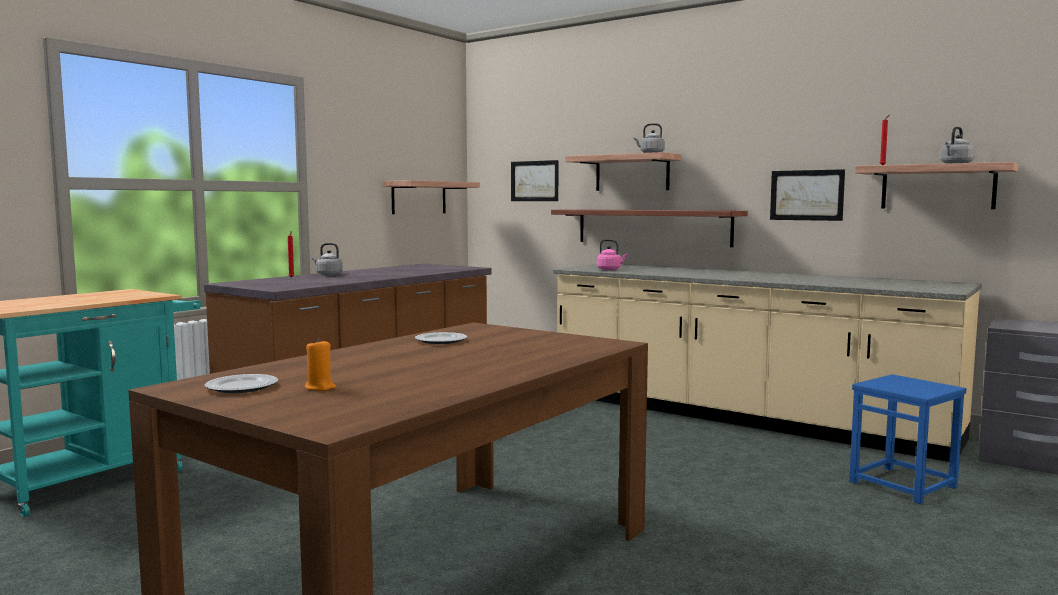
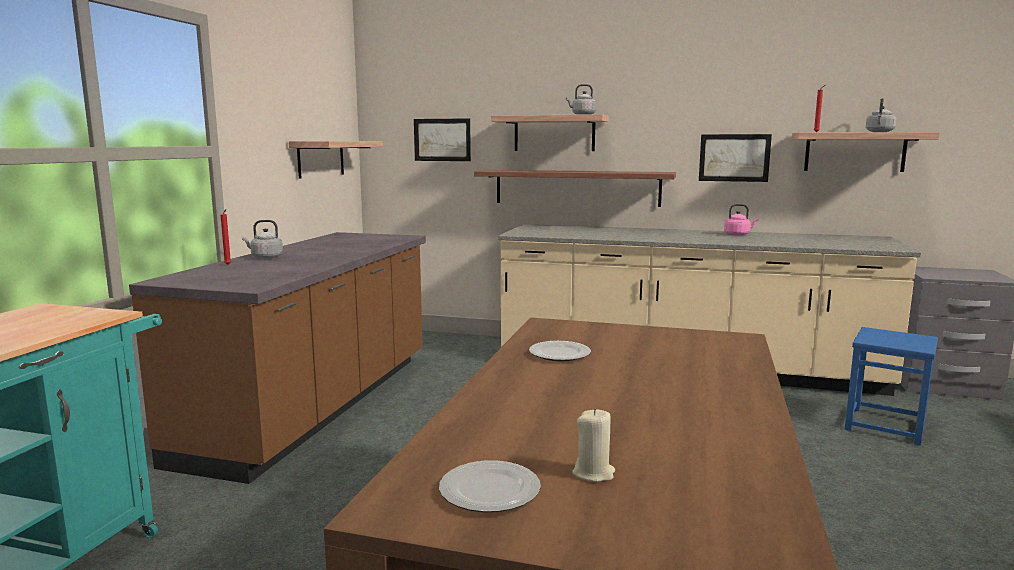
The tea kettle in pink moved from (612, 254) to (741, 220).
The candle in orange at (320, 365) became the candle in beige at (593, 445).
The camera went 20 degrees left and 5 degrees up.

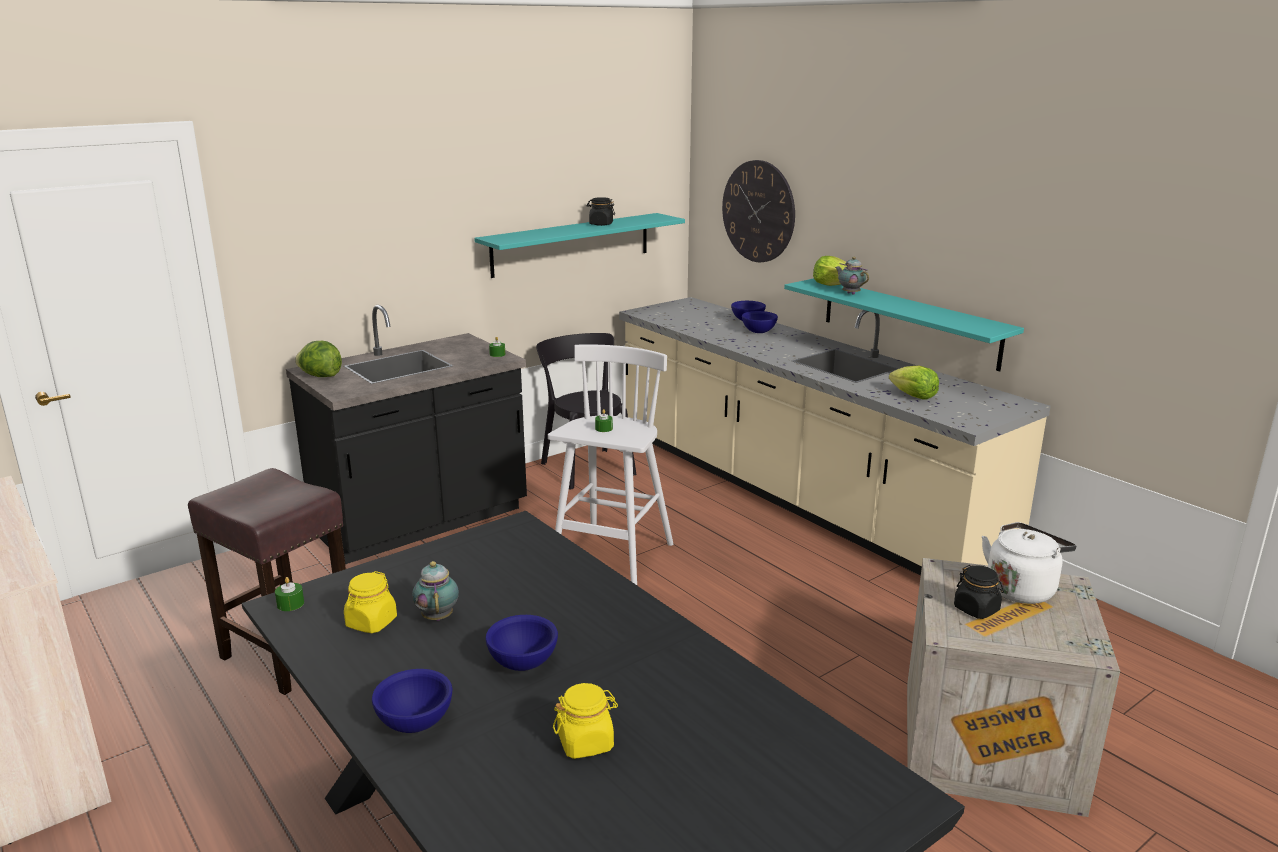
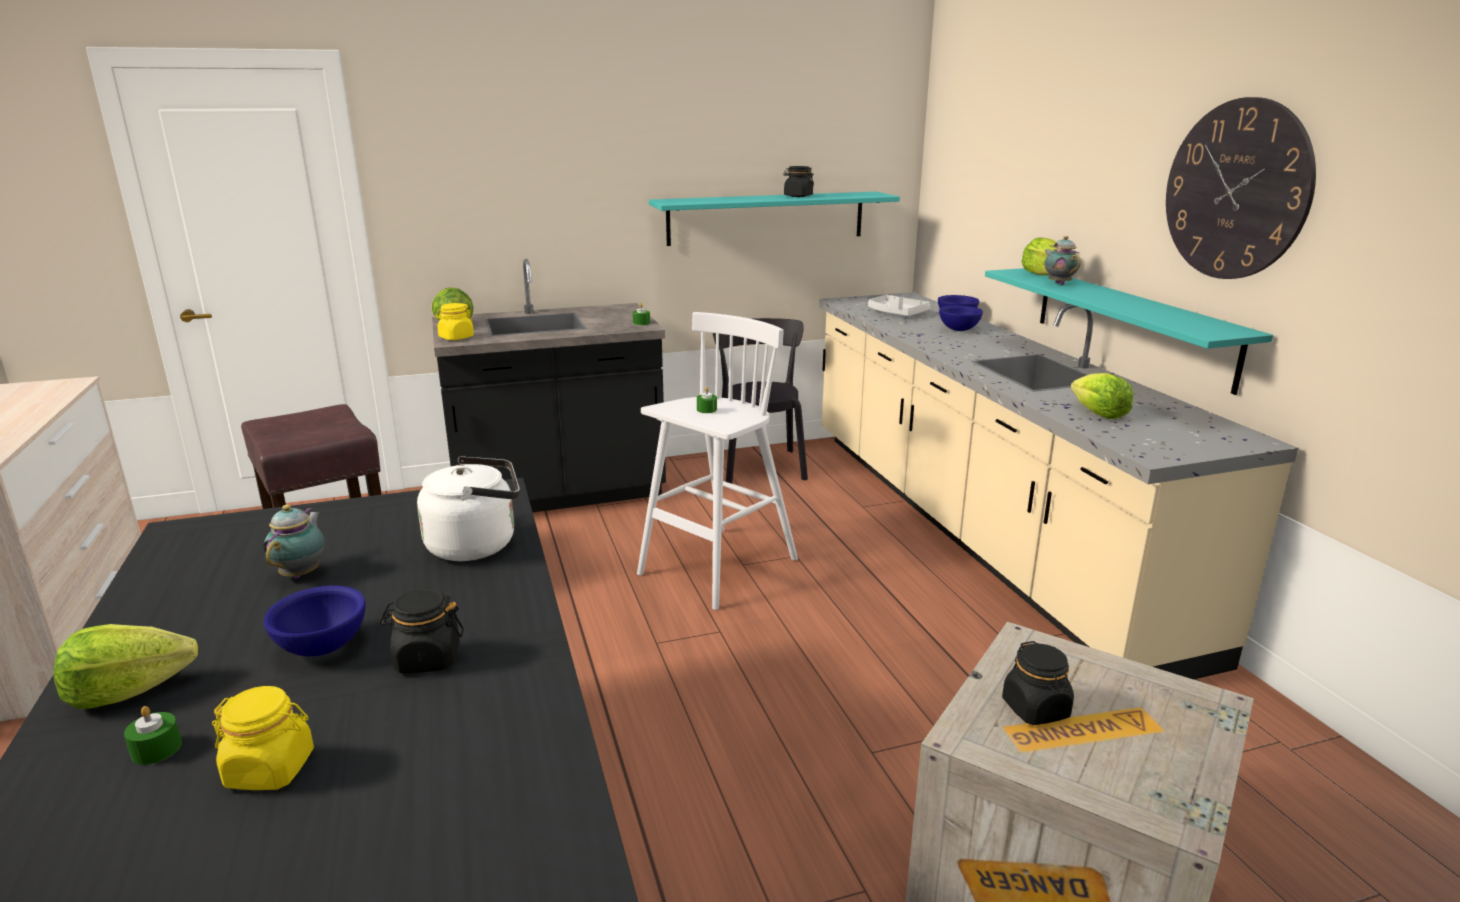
The preserve jar in black-coloured at (422, 630) appeared.
The tray in grey at (899, 305) appeared.
The candle in green-coloured moved from (289, 594) to (153, 735).
The preserve jar in yellow-coloured moved from (370, 602) to (454, 321).
The clock on the wall moved from (758, 211) to (1241, 188).
The tea kettle in whitish moved from (1029, 563) to (468, 508).
The deep dish in bluish at (412, 701) was replaced by the head of lettuce at (125, 666).
The camera went 20 degrees right and 0 degrees up.

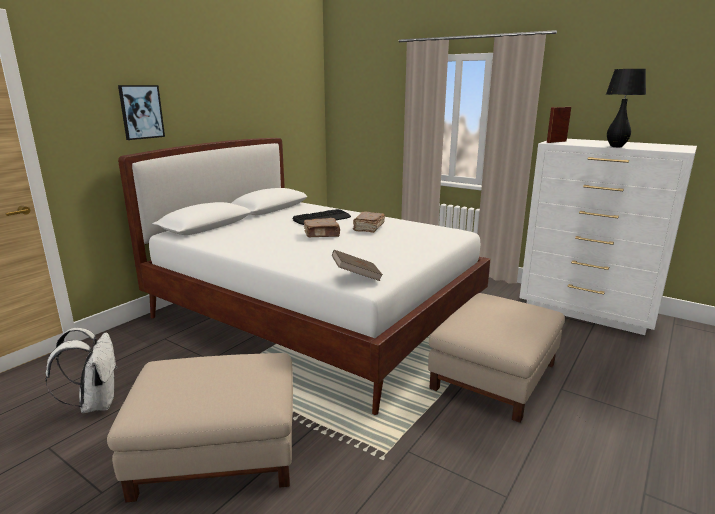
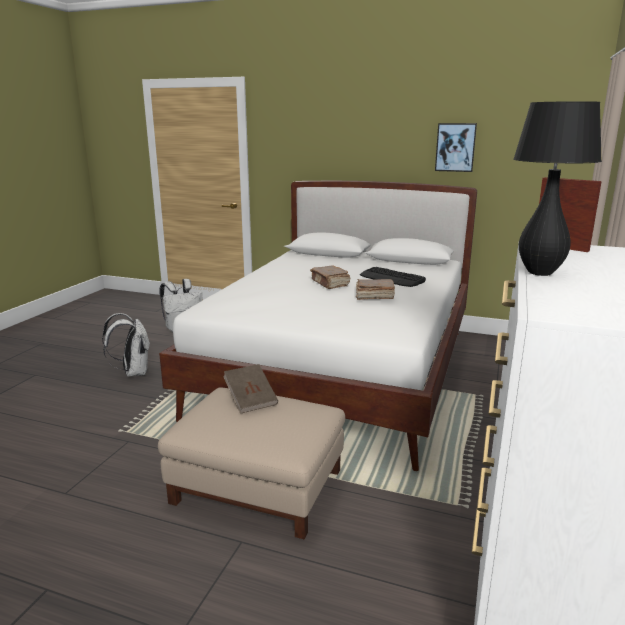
The wall picture moved from (141, 112) to (456, 147).
The book in brown moved from (357, 265) to (250, 389).
The footrest in beige at (200, 427) was replaced by the knapsack in whitish at (126, 345).
The camera went 75 degrees right and 0 degrees up.

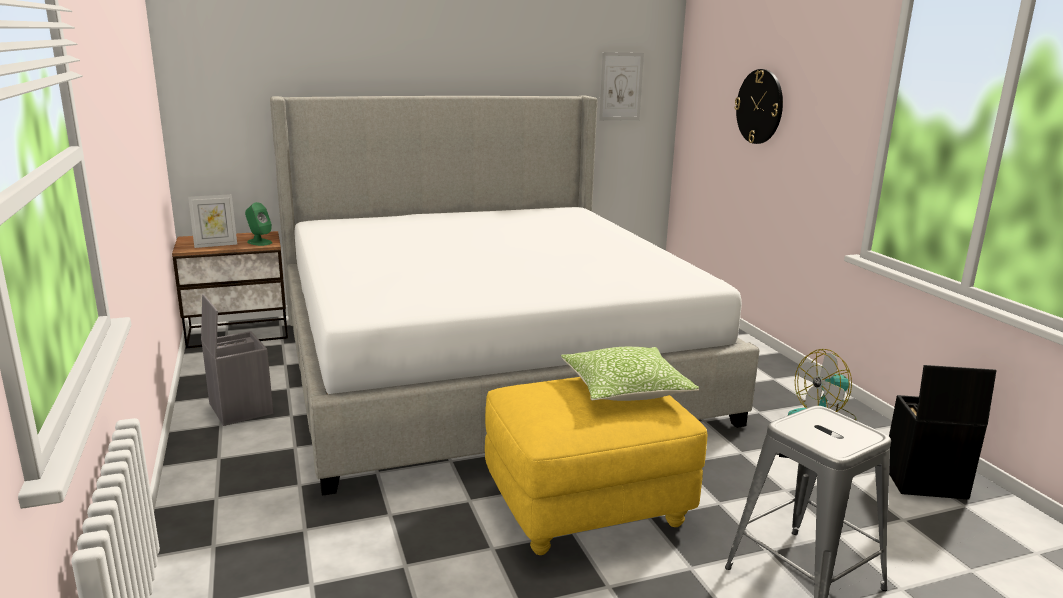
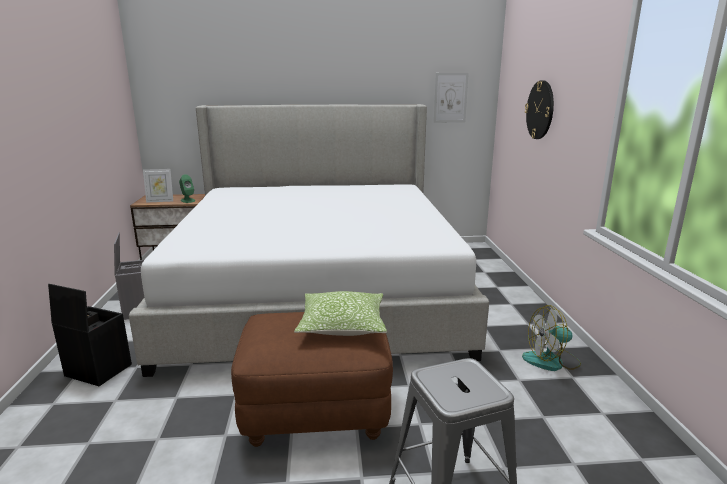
The storage bin in black-coloured moved from (943, 432) to (90, 335).
The footrest in yellow-coloured at (596, 466) became the footrest in brown at (312, 379).
The camera went 15 degrees right and 0 degrees up.

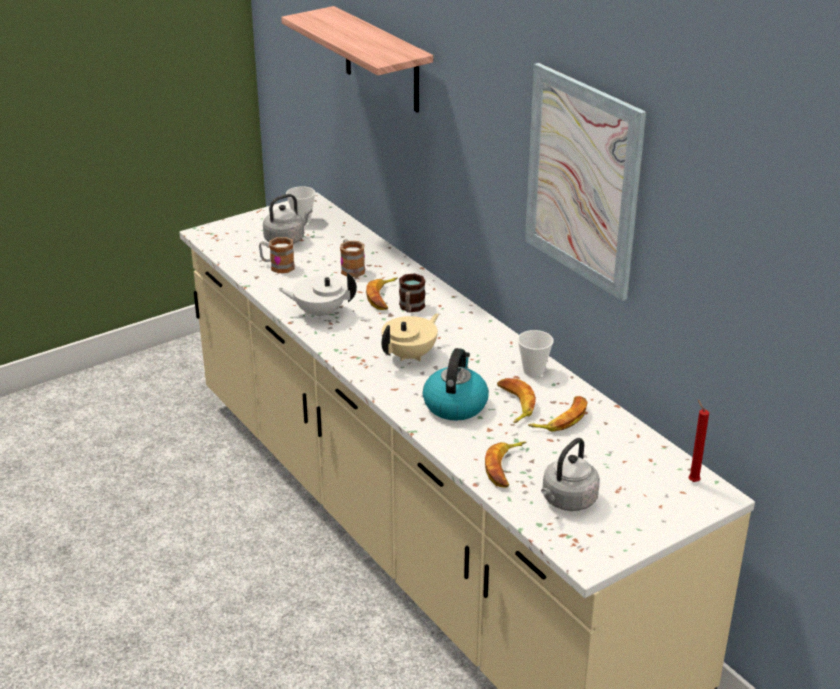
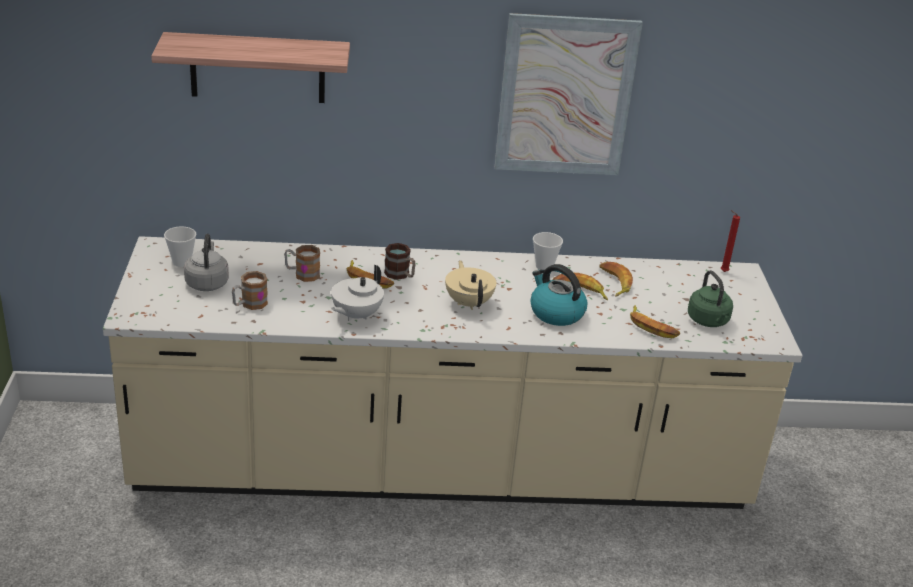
The tea kettle in grey at (570, 474) became the tea kettle in green-coloured at (710, 298).
The camera went 60 degrees left and 0 degrees up.

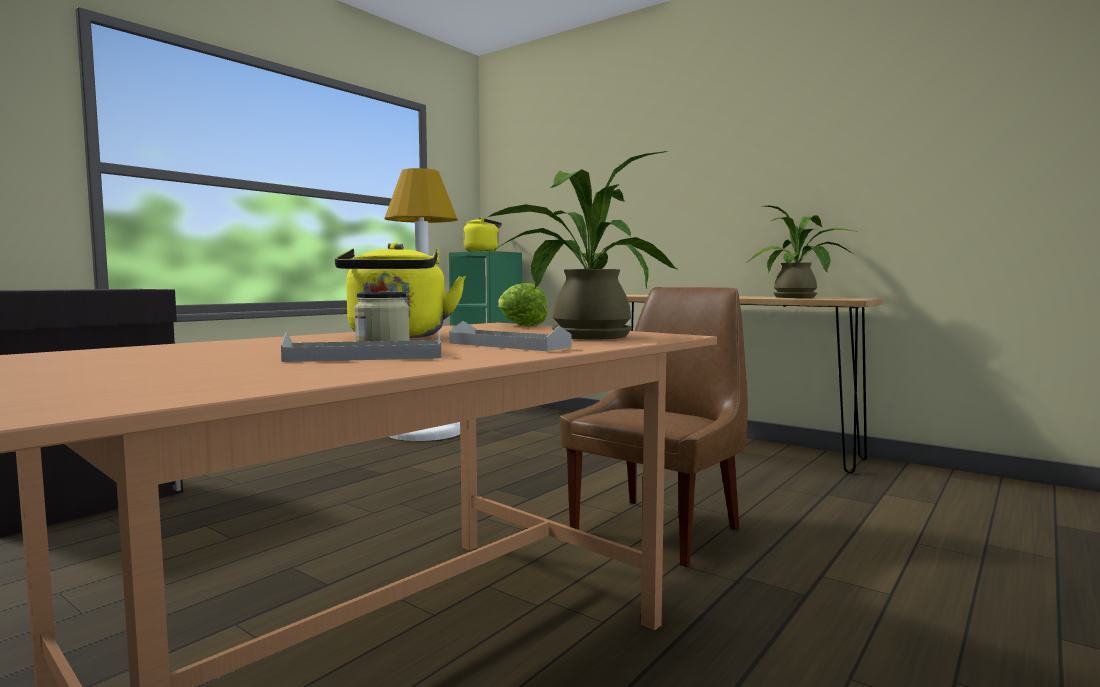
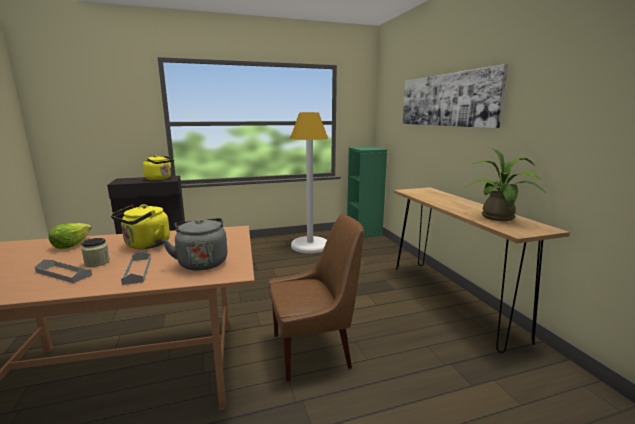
The wall picture at (455, 96) appeared.
The tea kettle in yellow-coloured moved from (482, 234) to (158, 167).
The head of lettuce moved from (523, 305) to (70, 236).
The potted plant at (583, 245) was replaced by the tea kettle in grey at (194, 244).
The camera went 35 degrees right and 10 degrees up.

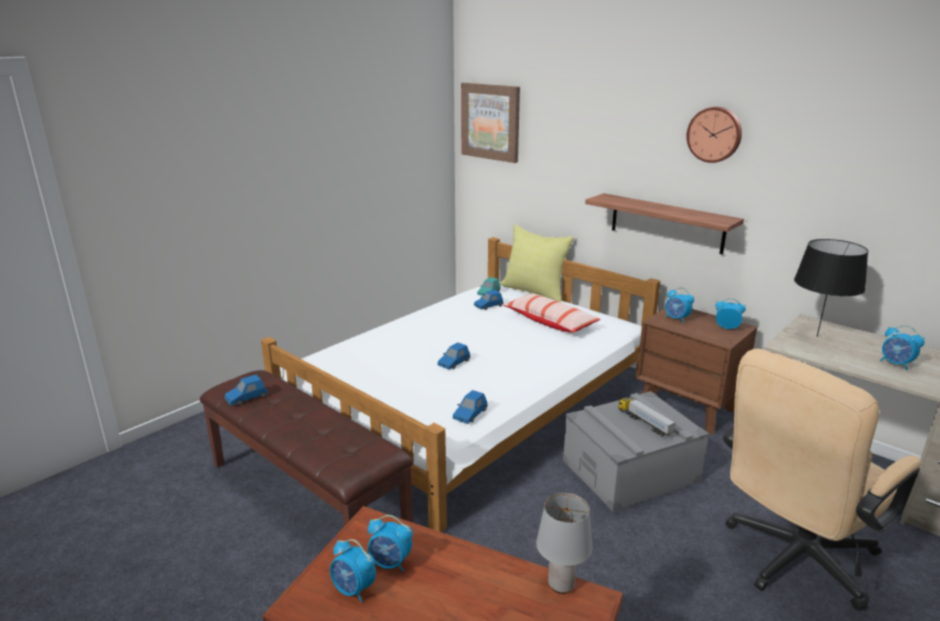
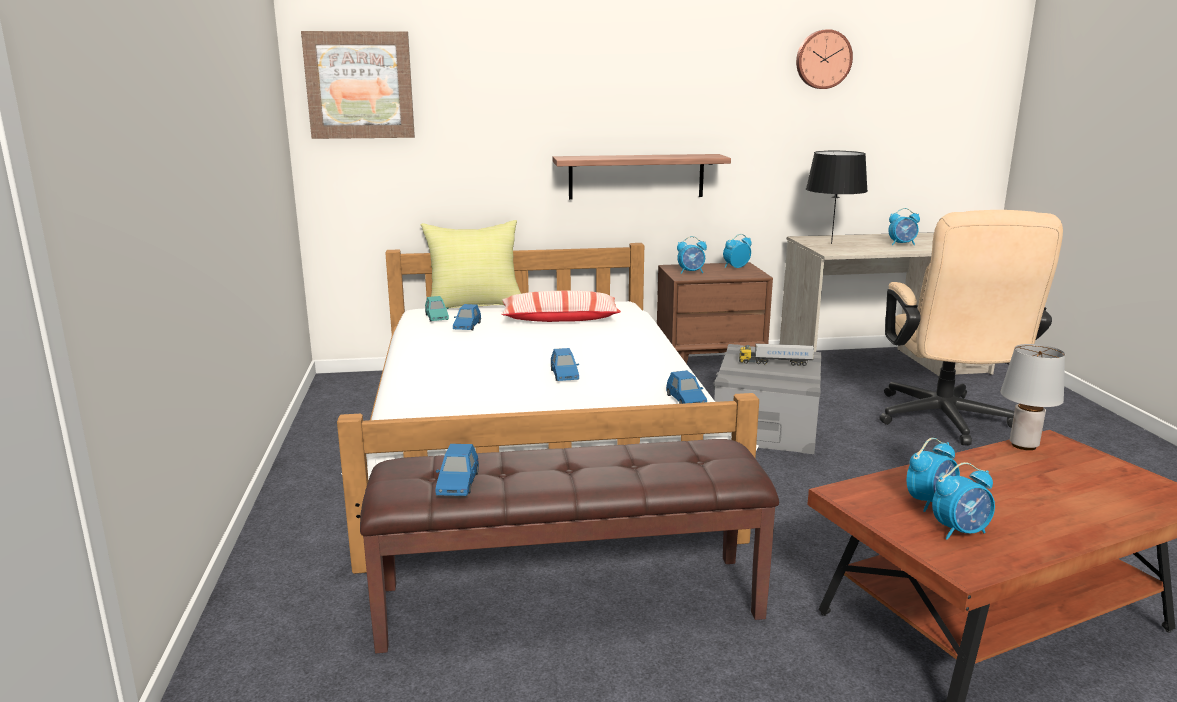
The clock on the wall moved from (714, 135) to (824, 59).
The camera went 50 degrees left and 5 degrees down.

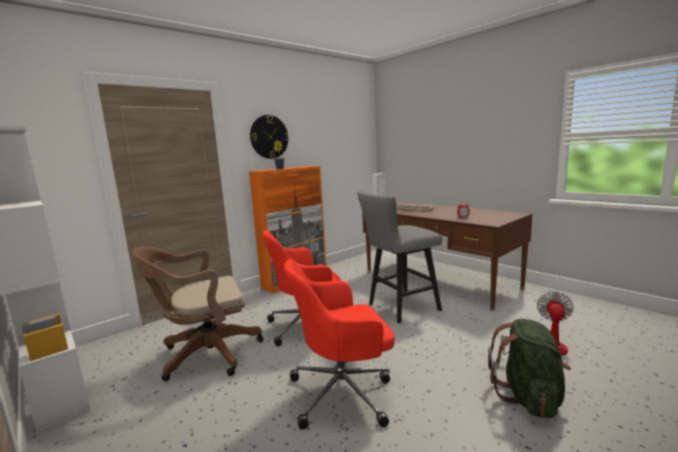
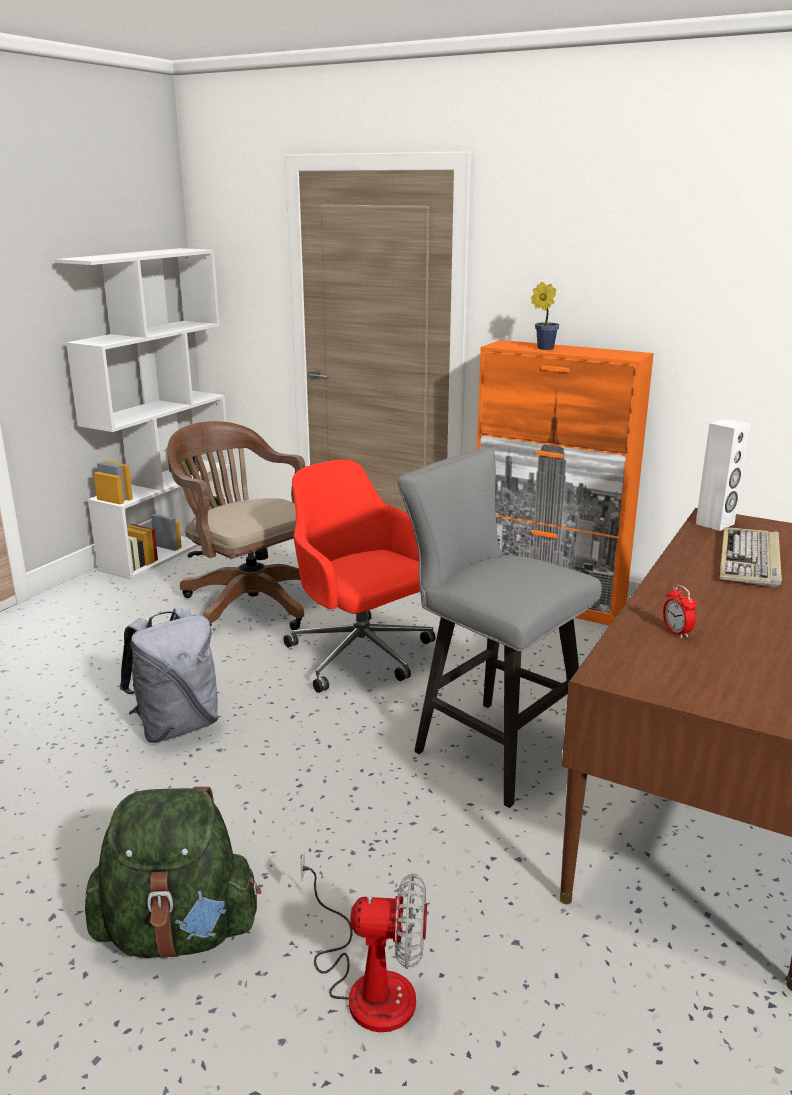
The clock on the wall at (269, 137) disappeared.
The office chair in red-coloured at (339, 344) was replaced by the knapsack in grey at (169, 675).
The camera went 70 degrees right and 10 degrees up.

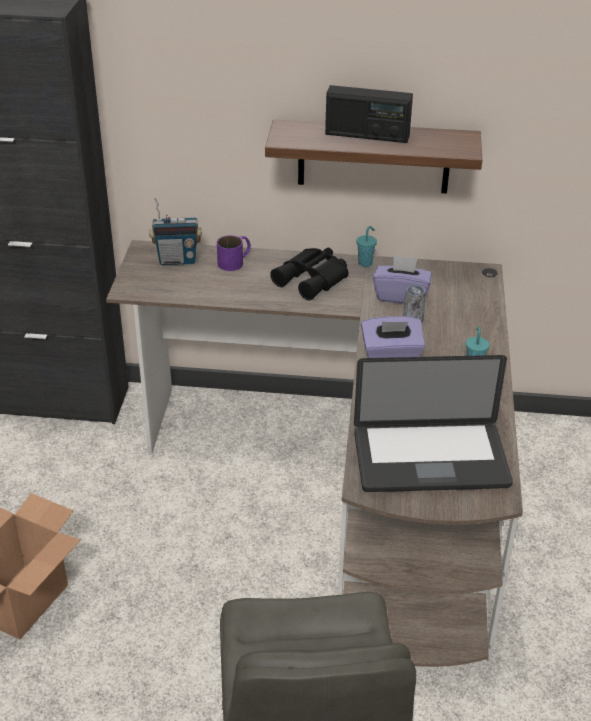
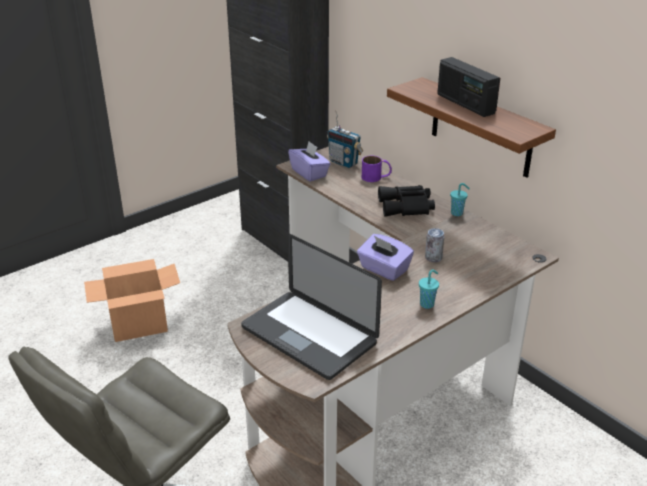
The tissue holder in purplish moved from (402, 279) to (309, 162).
The camera went 45 degrees right and 5 degrees down.

